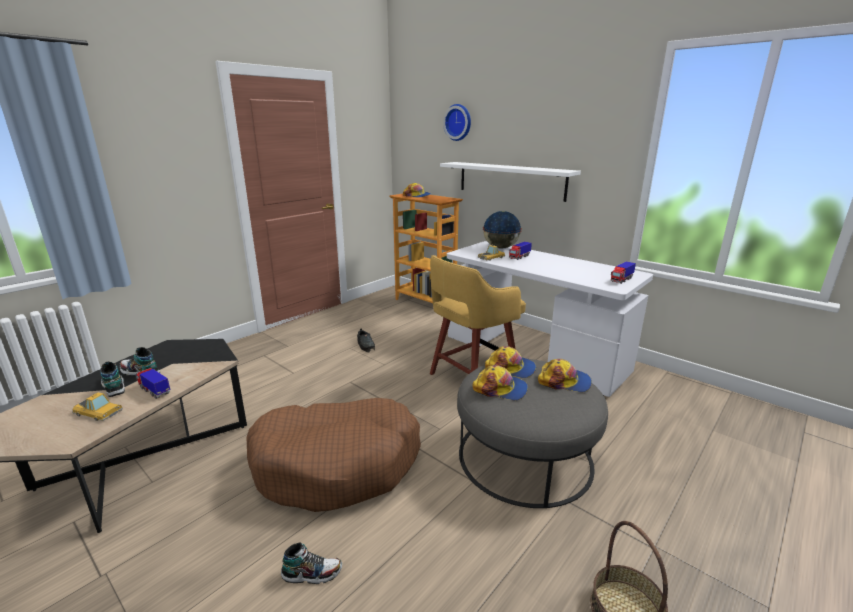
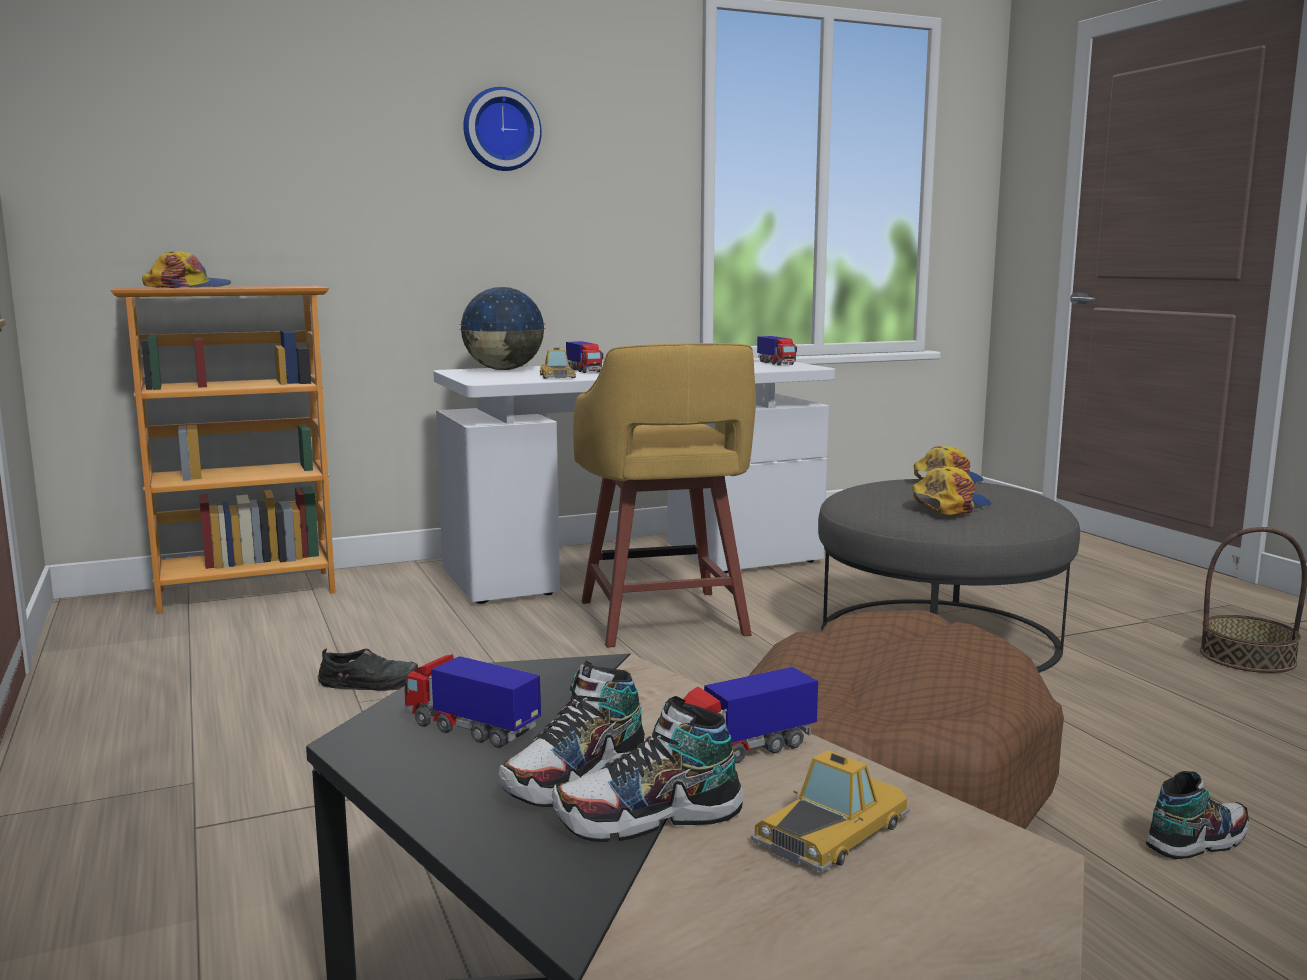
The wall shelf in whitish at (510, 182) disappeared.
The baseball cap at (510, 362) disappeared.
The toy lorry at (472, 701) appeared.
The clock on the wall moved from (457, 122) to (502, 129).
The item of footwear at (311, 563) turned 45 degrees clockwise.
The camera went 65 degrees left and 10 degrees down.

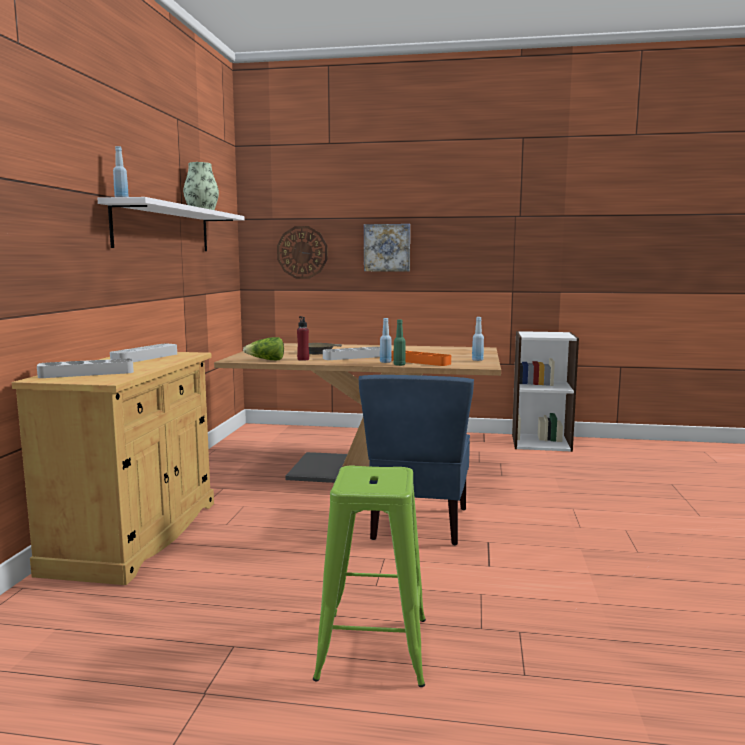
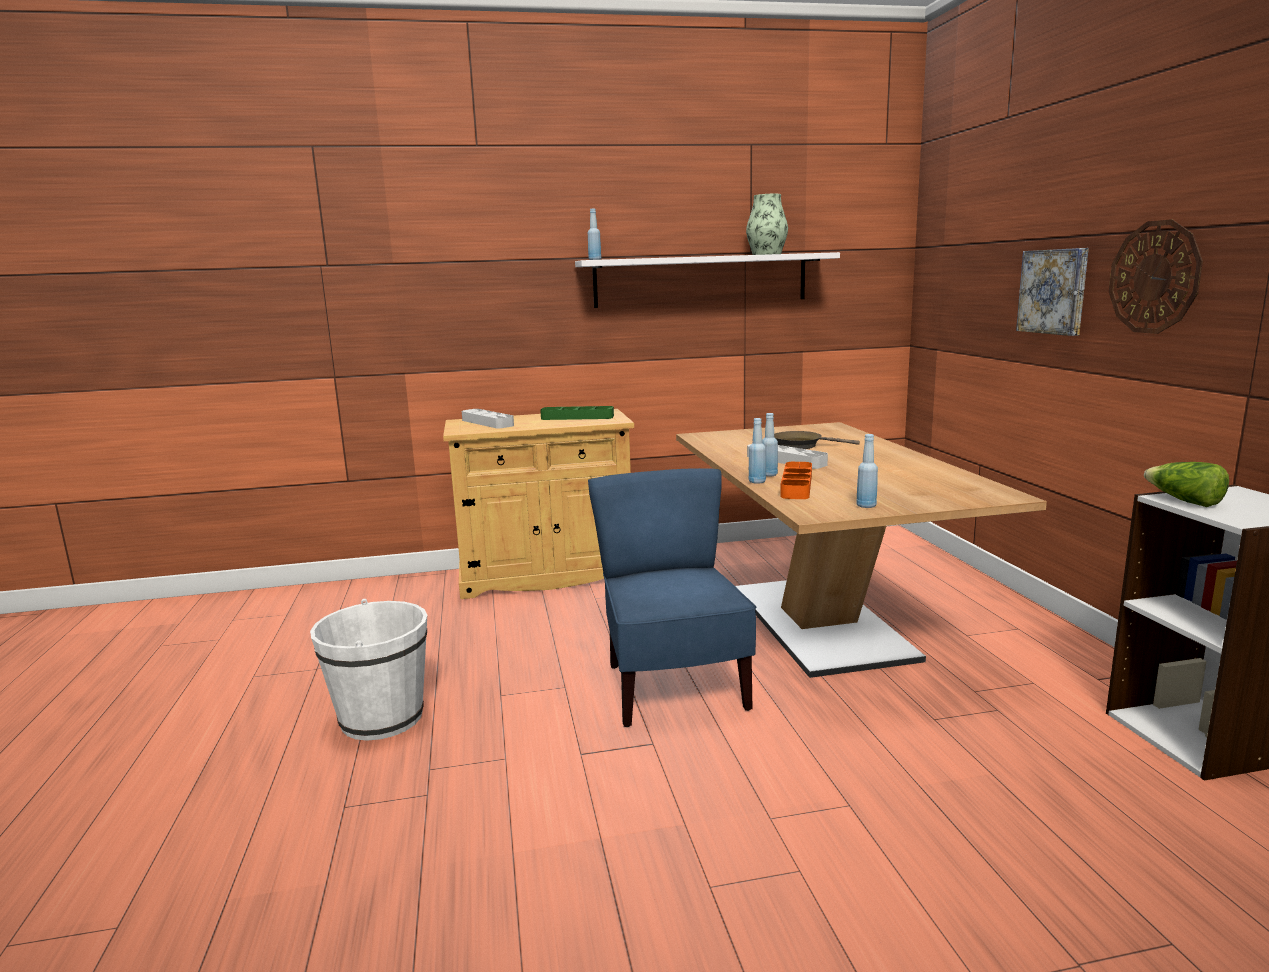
The drink bottle in red-coloured at (303, 338) disappeared.
The head of lettuce moved from (263, 348) to (1186, 484).
The clock on the wall moved from (302, 252) to (1156, 276).
The stool seat in green-coloured at (369, 576) was replaced by the water bucket in whitish at (368, 670).
The tray in grey at (143, 353) became the tray in green-coloured at (577, 413).
The drink bottle in green-coloured at (399, 343) became the drink bottle in bluish at (757, 451).
The upright chair in bluish at (416, 460) turned 90 degrees clockwise.
The camera went 70 degrees right and 5 degrees up.

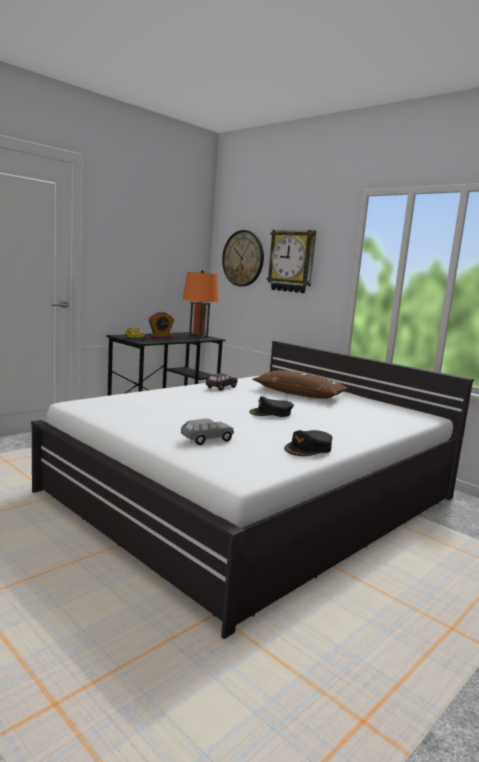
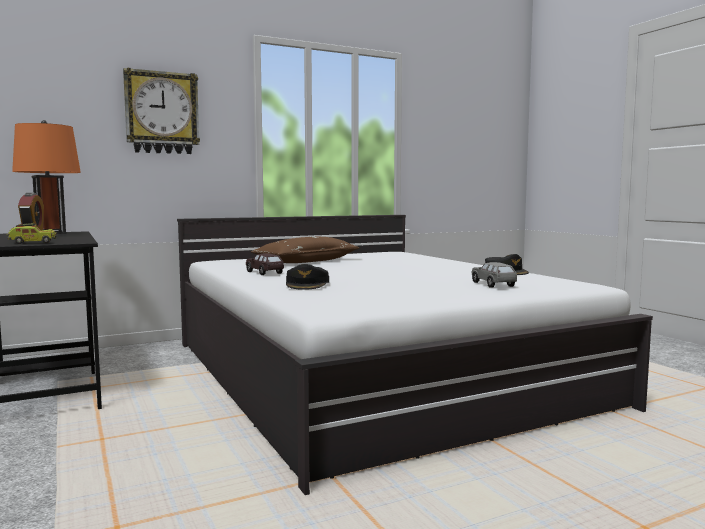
The clock on the wall at (243, 258) disappeared.
The baseball cap in black-coloured moved from (271, 406) to (307, 277).
The camera went 70 degrees left and 5 degrees down.

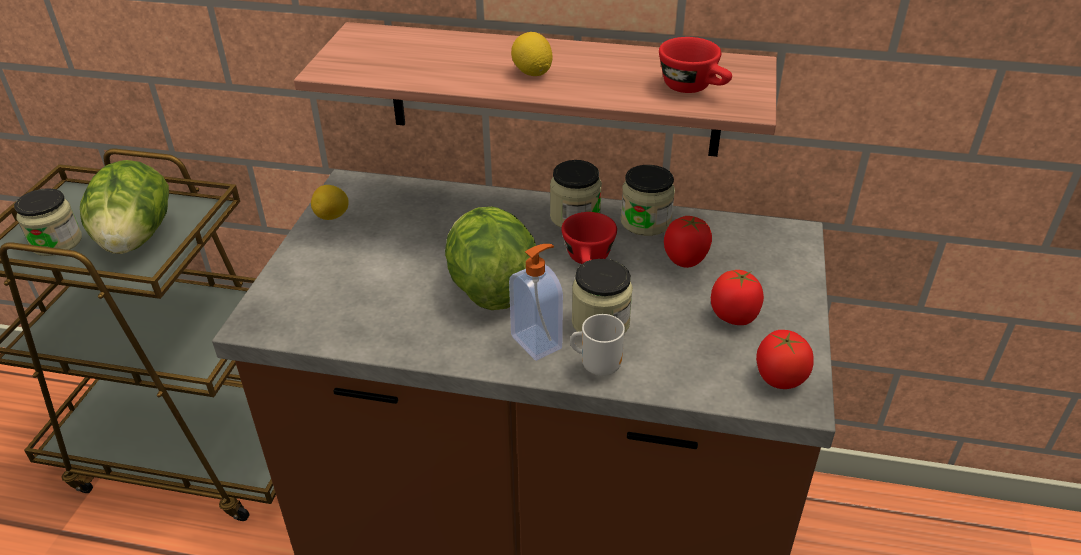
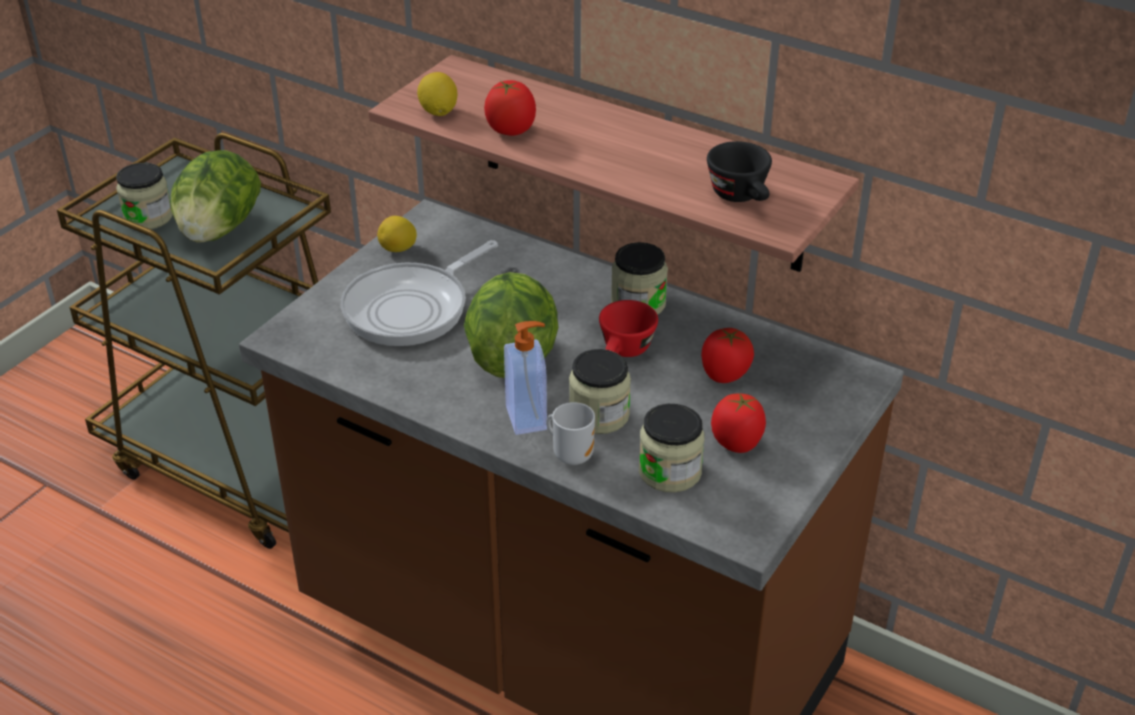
The frying pan at (419, 293) appeared.
The citrus fruit moved from (532, 54) to (437, 94).
The preserve jar moved from (648, 200) to (672, 448).
The whole tomato moved from (785, 359) to (510, 108).
The drinking cup in red-coloured at (695, 65) became the drinking cup in black-coloured at (739, 171).
The camera went 20 degrees right and 0 degrees up.

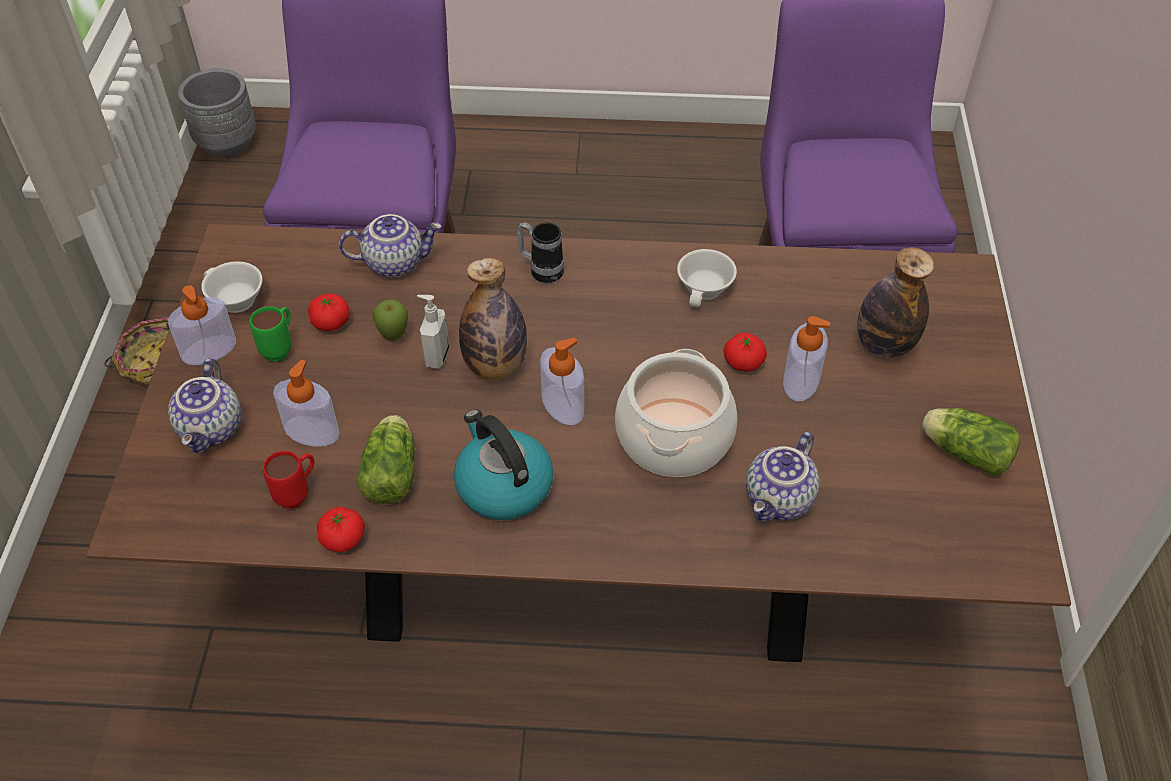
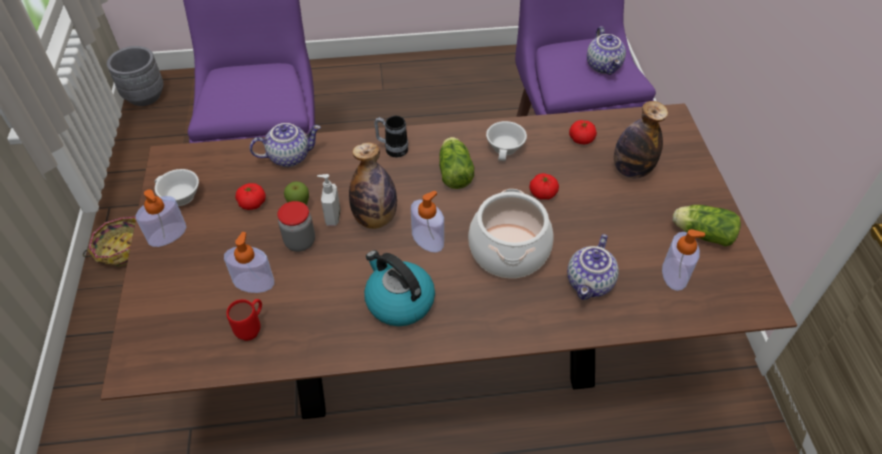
The coffee mug in green-coloured at (270, 334) disappeared.
The preserve jar at (296, 226) appeared.
The teapot moved from (204, 405) to (606, 50).
The whole tomato moved from (341, 529) to (583, 132).
The head of lettuce moved from (385, 459) to (456, 163).
The soap dispenser moved from (806, 358) to (683, 260).
The camera went 10 degrees left and 0 degrees up.

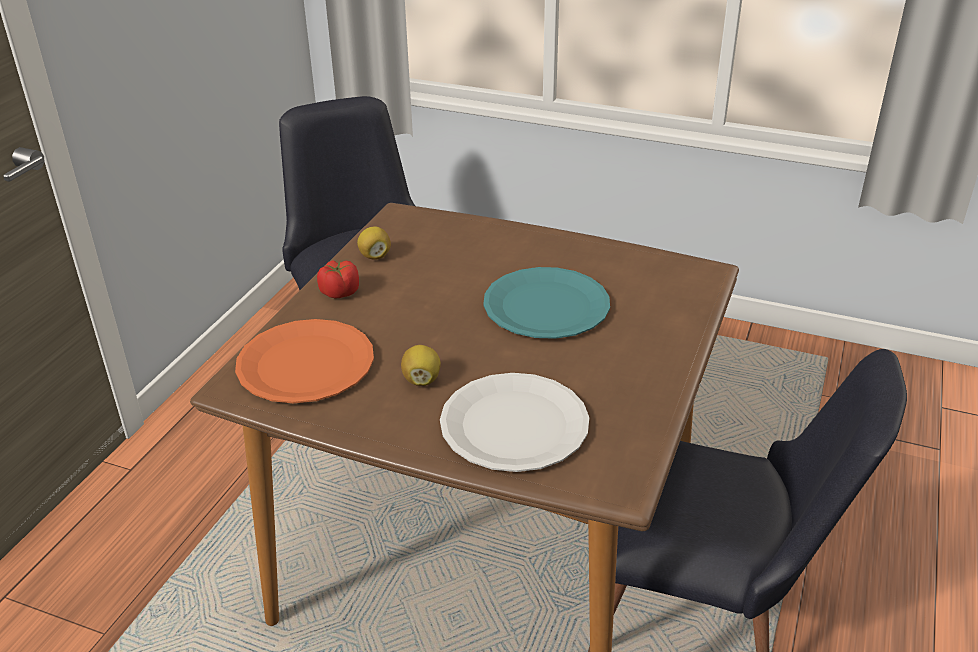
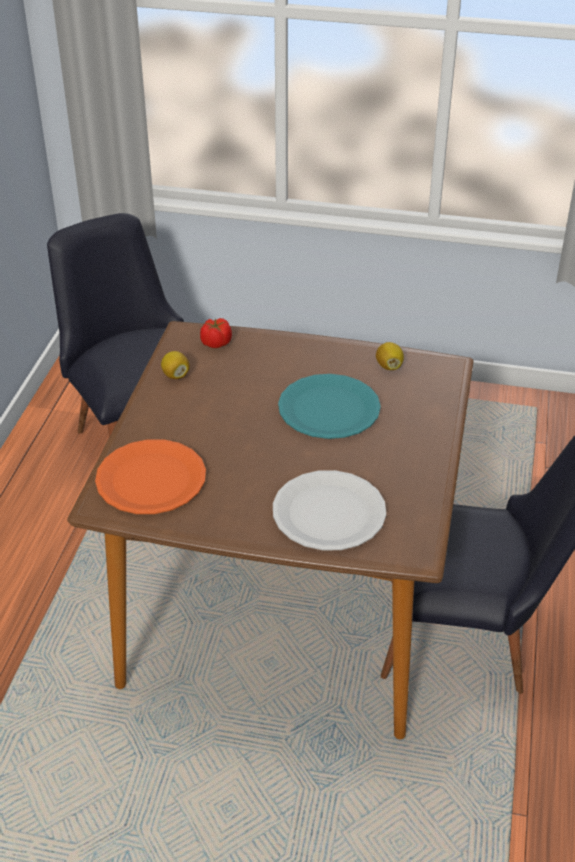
The whole tomato moved from (338, 279) to (216, 333).
The citrus fruit moved from (421, 365) to (390, 356).
The camera went 10 degrees left and 5 degrees up.

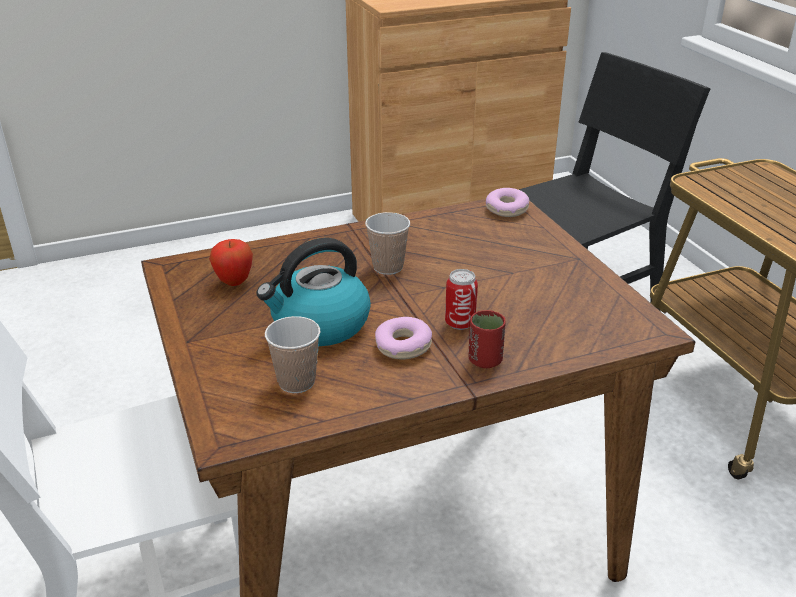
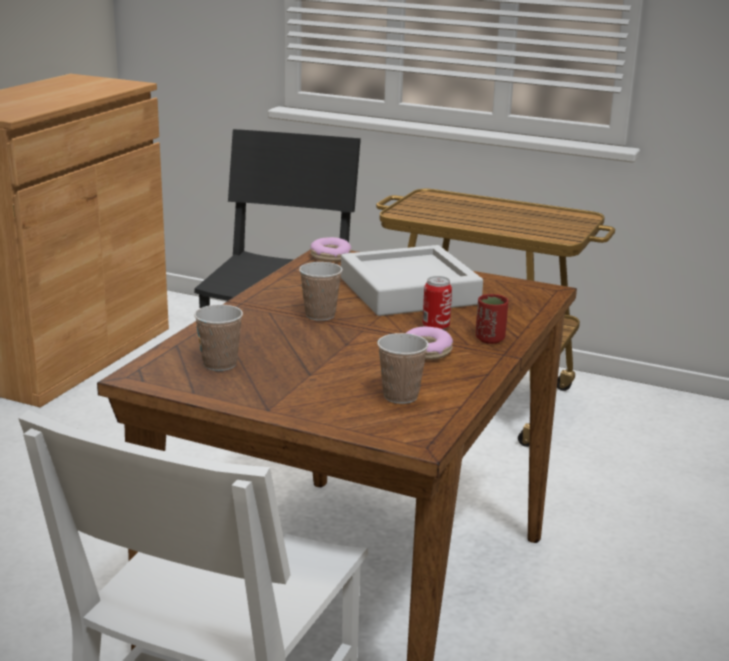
The tea kettle at (313, 292) disappeared.
The tray in grey at (412, 280) appeared.
The apple at (231, 262) was replaced by the drinking cup at (218, 338).
The camera went 45 degrees left and 10 degrees down.

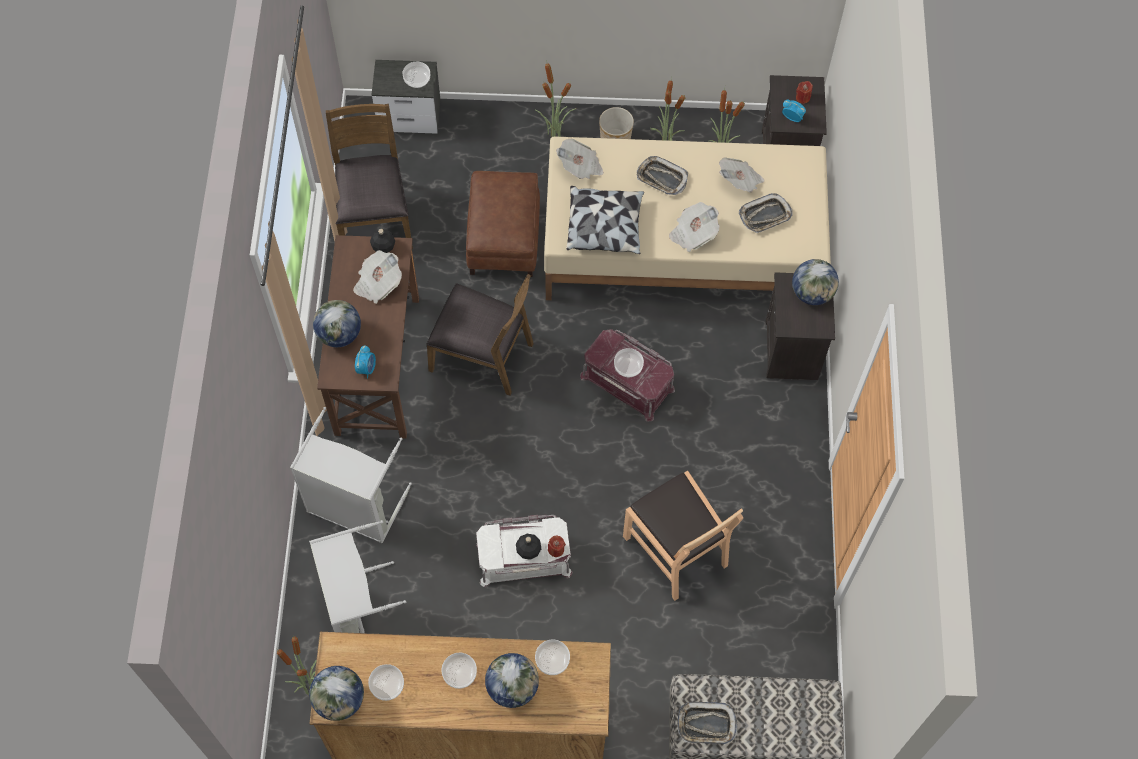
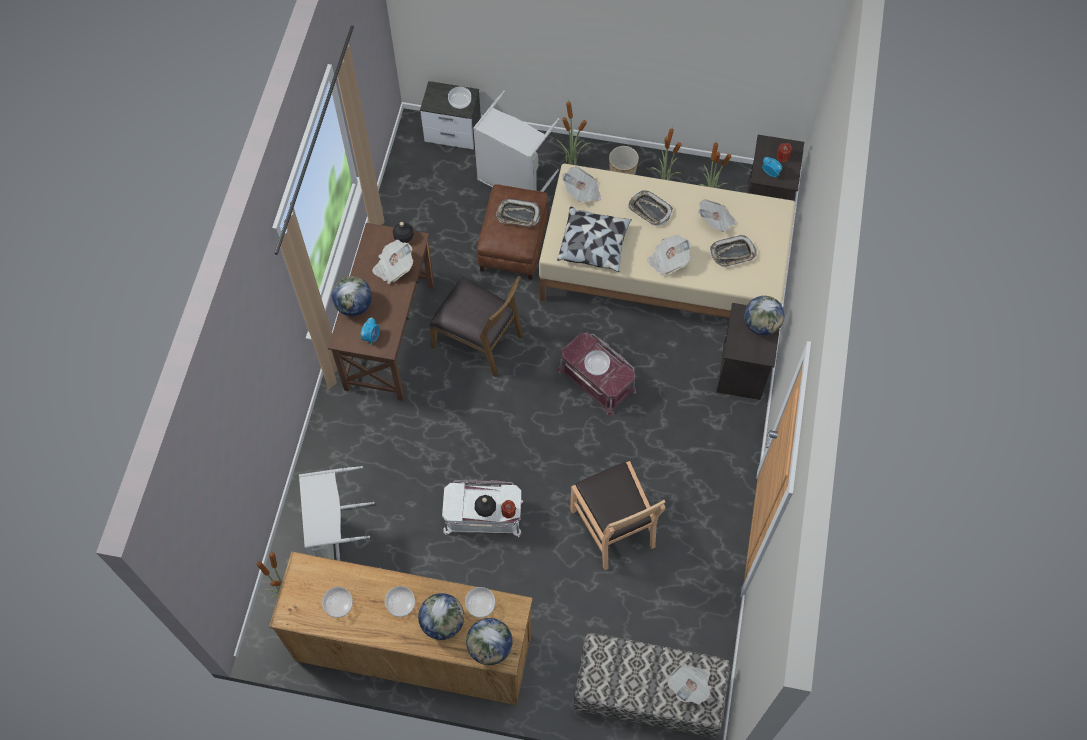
The upright chair in brown at (369, 176) disappeared.
The newspaper at (689, 683) appeared.
The washing basket in grey moved from (351, 475) to (516, 141).
The desk globe moved from (336, 693) to (489, 641).
The tray moved from (707, 723) to (518, 213).
The camera went 10 degrees right and 0 degrees up.

